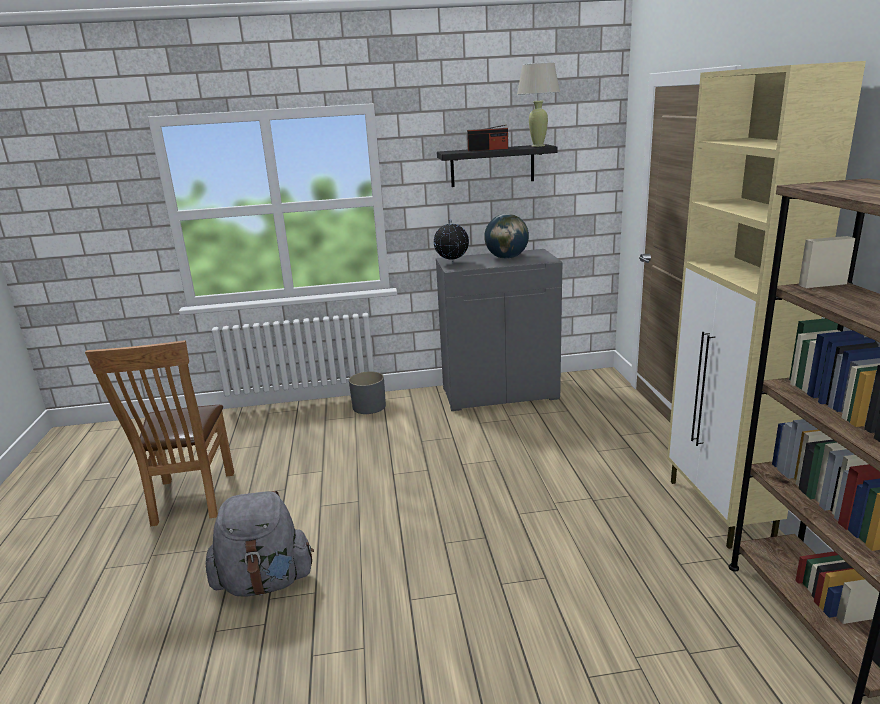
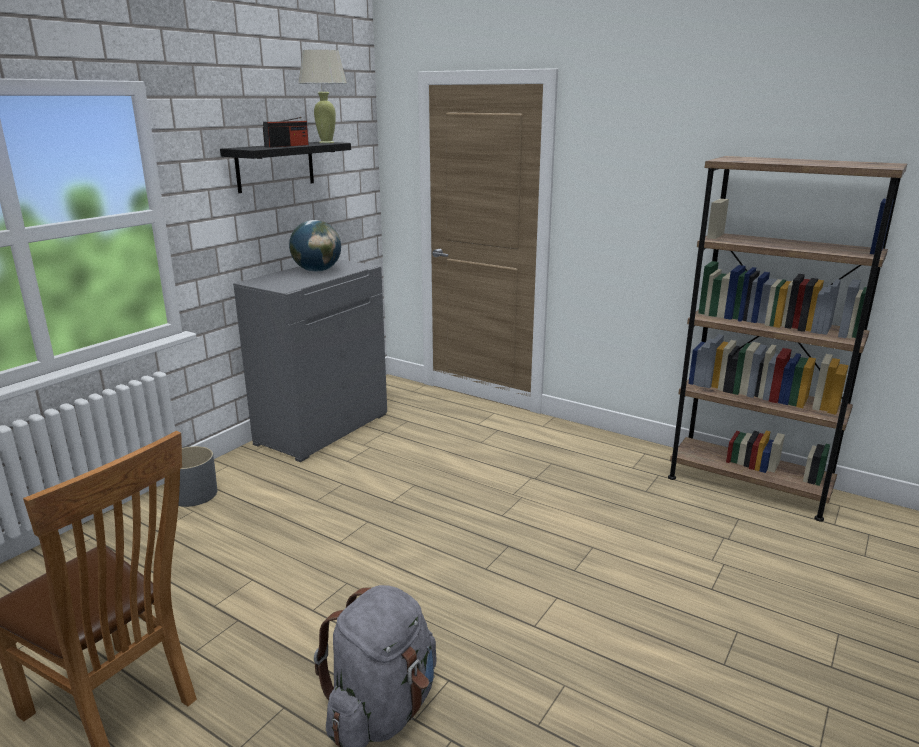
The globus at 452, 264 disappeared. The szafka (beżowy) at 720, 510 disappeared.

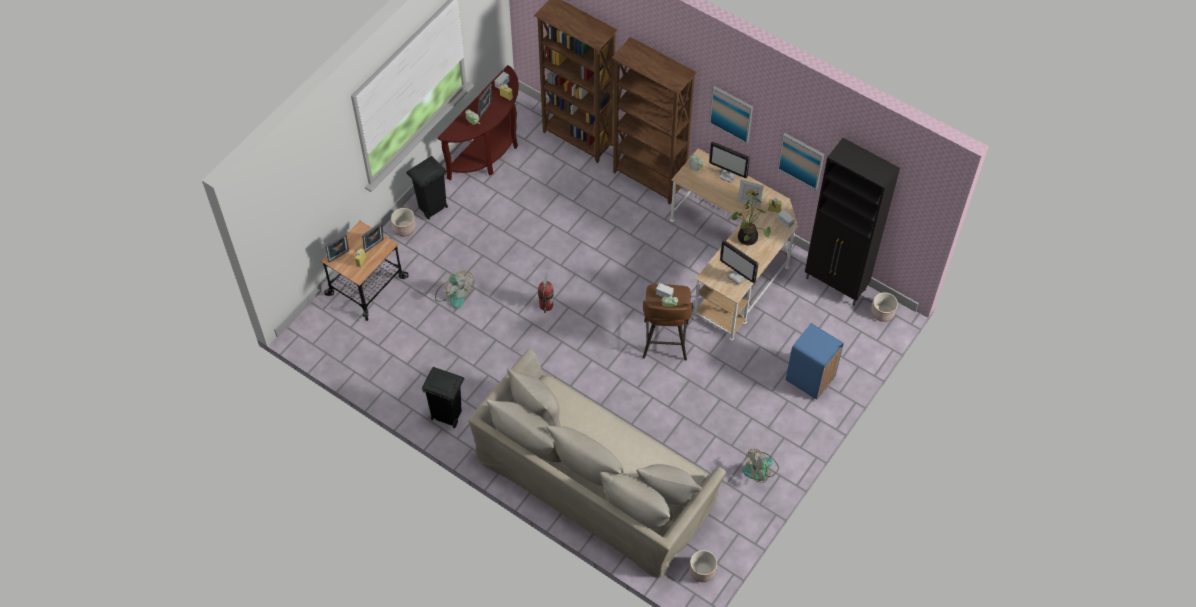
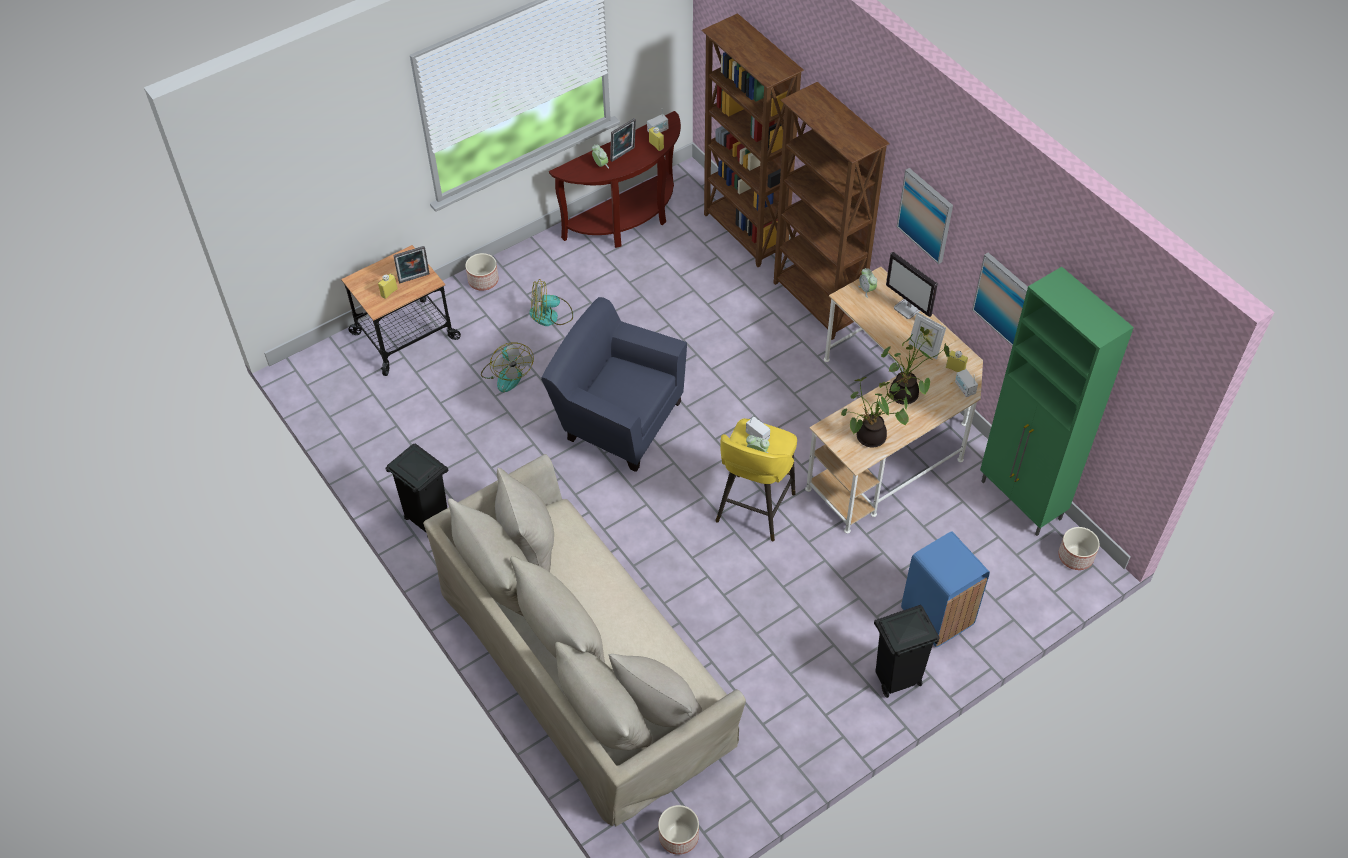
The ramka na zdjęcie at 339, 257 disappeared. The kosz na śmieci (czarny) moved from 432, 208 to 895, 680. The gaśnica at 546, 305 was replaced by the fotel (niebieski) at 617, 419. The stołek (brązowy) at 665, 342 became the stołek (żółty) at 754, 509. The monitor at 738, 275 was replaced by the roślina doniczkowa at 870, 439. The wentylator moved from 760, 470 to 551, 315. The szafka (czarny) at 836, 285 became the szafka (zielony) at 1021, 501.

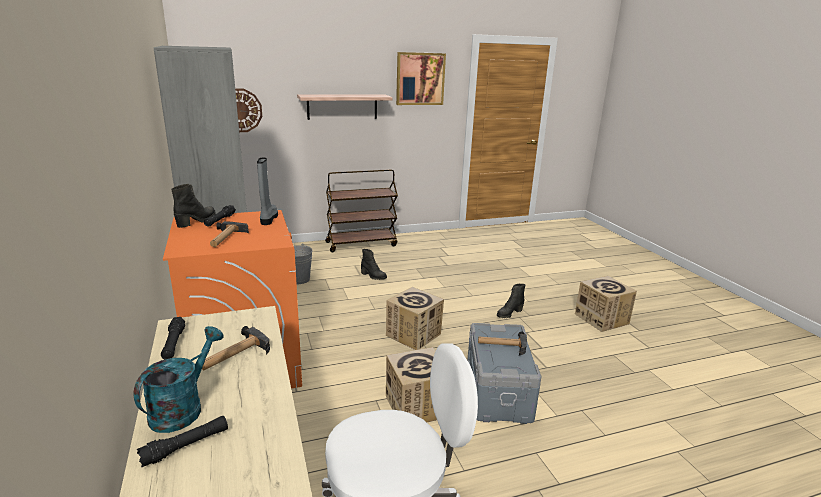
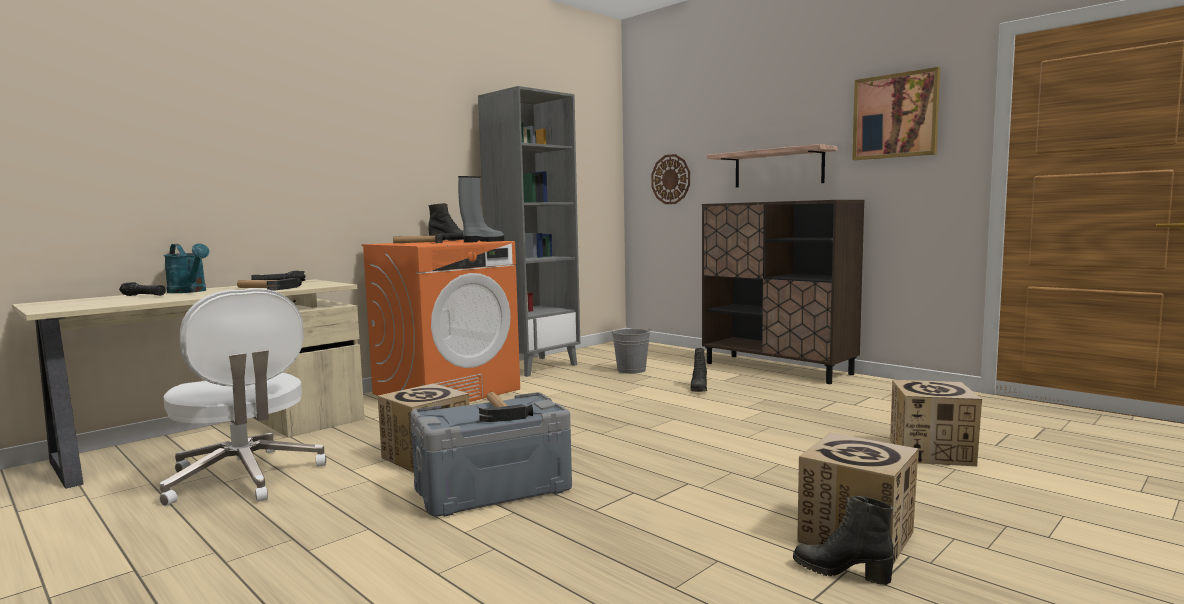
The konewka (turkusowy) at 183, 408 turned 45 degrees clockwise. The wózek (brązowy) at 361, 244 was replaced by the szafka (brązowy) at 777, 368. The karton moved from 413, 335 to 931, 452. The but z cholewką (czarny) moved from 509, 313 to 841, 572.

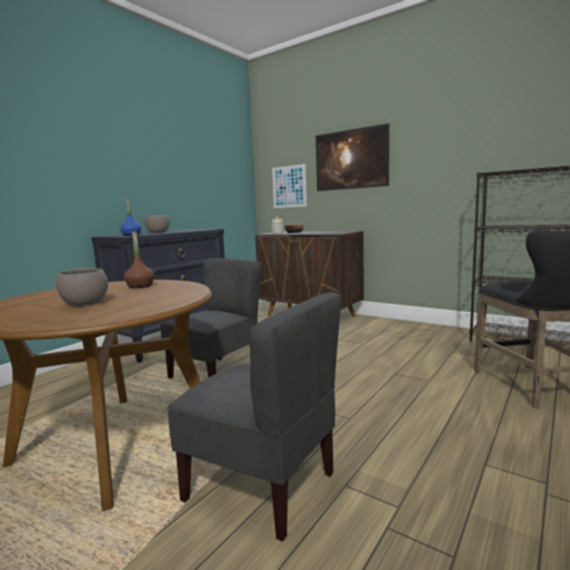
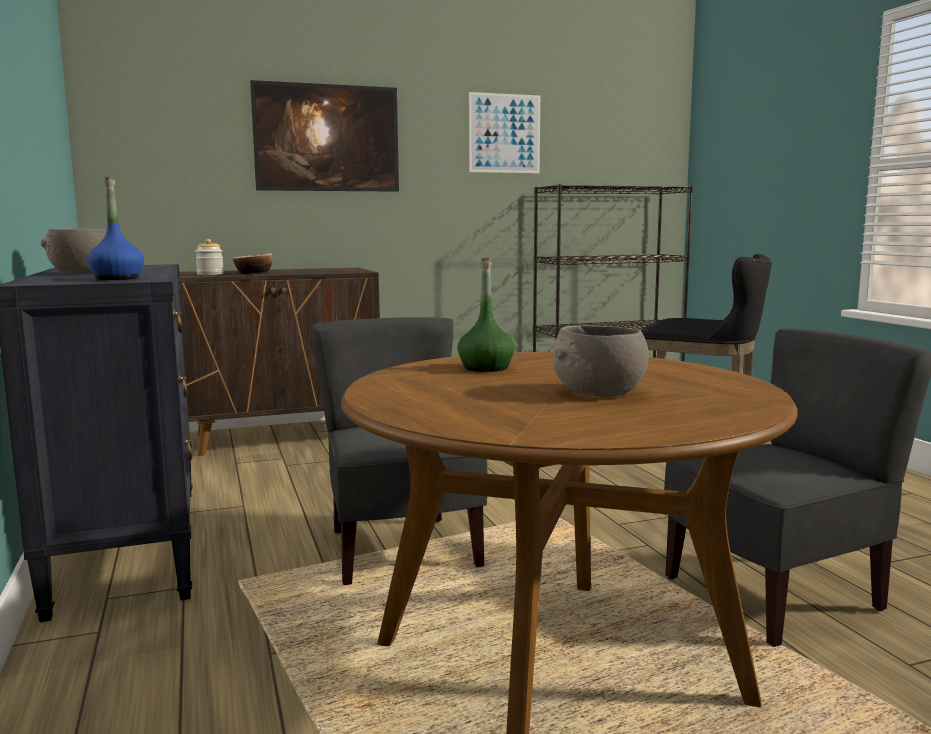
The butelka (brązowy) at 140, 286 became the butelka (zielony) at 485, 368. The obraz moved from 289, 186 to 504, 133.

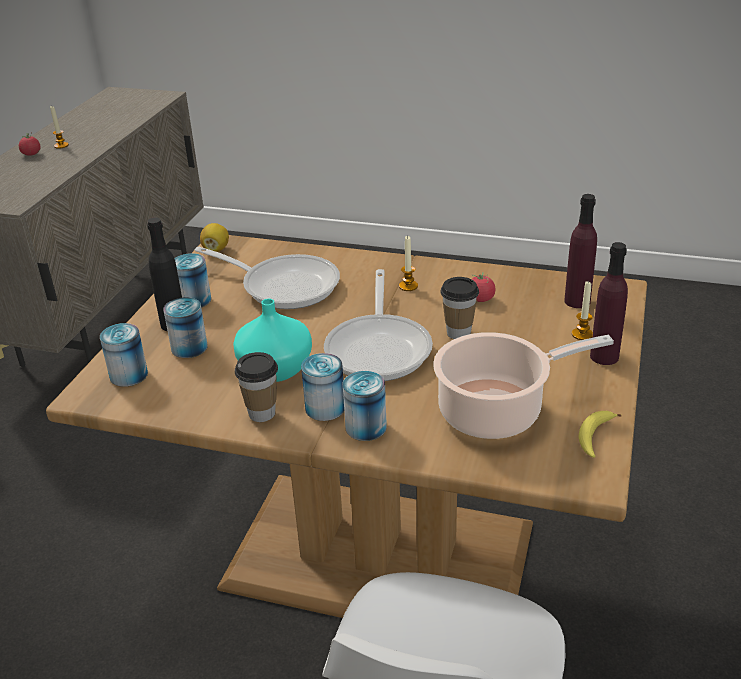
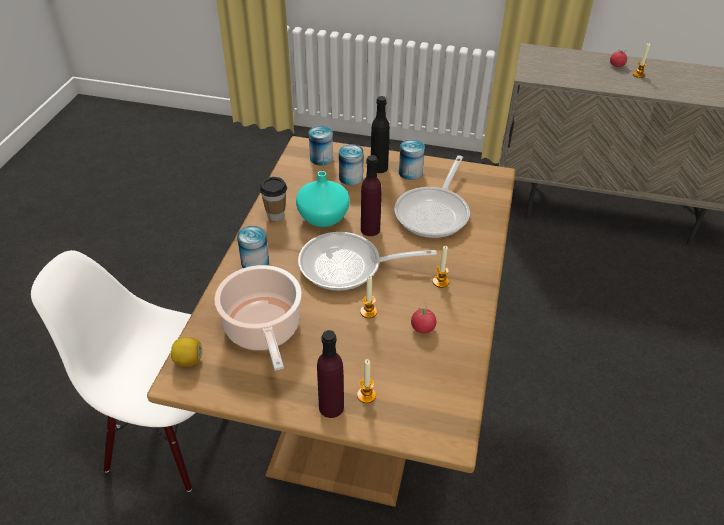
The cytryna moved from 216, 249 to 188, 360. The puszka at 325, 408 disappeared. The filiżanka at 458, 333 was replaced by the świeca at 368, 312. The butelka (fioletowy) moved from 577, 301 to 370, 229. The banan at 595, 437 disappeared.

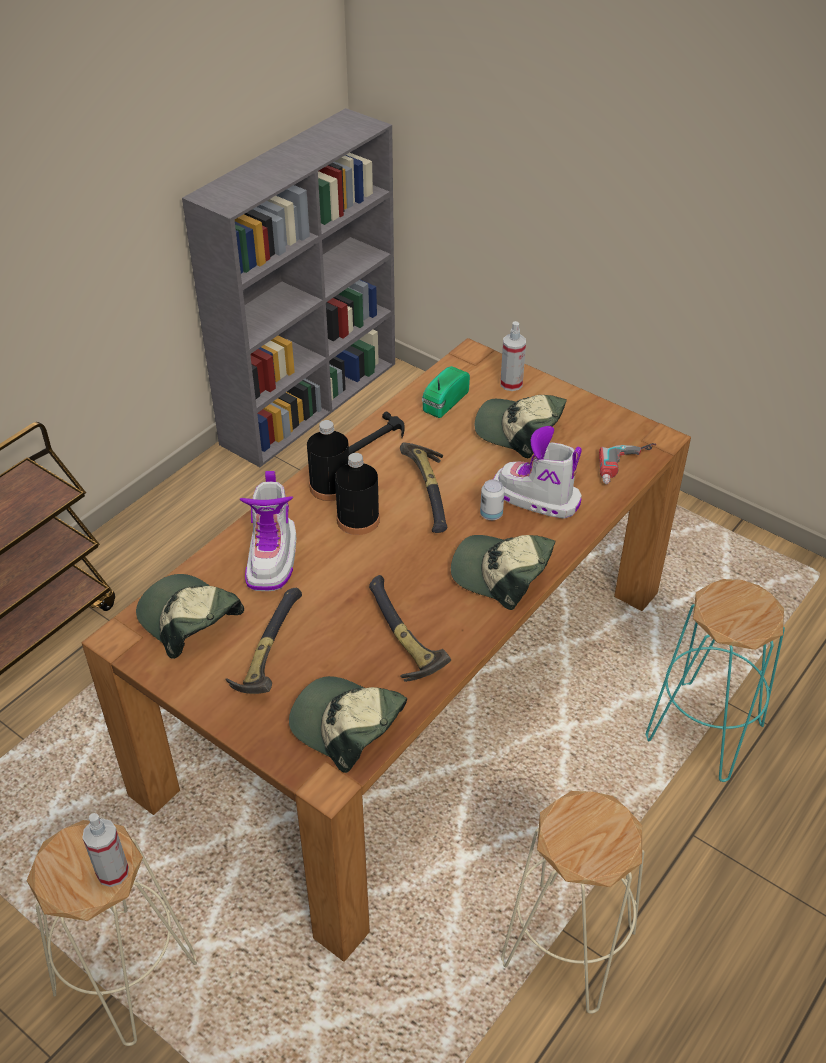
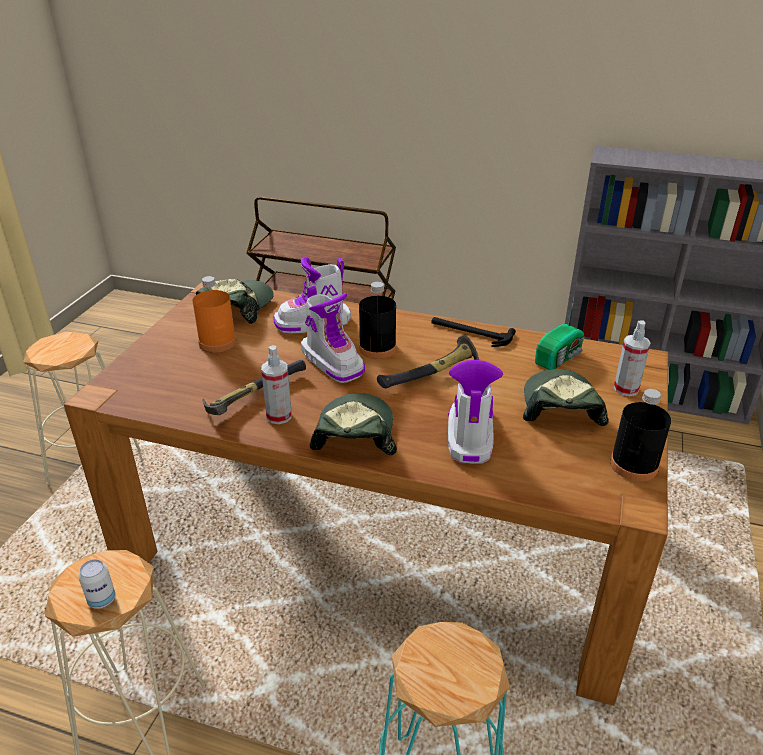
The spryskiwacz moved from 113, 872 to 279, 416. The młotek at 266, 652 was replaced by the butelka (pomarańczowy) at 217, 342. The czapka z daszkiem at 347, 726 disappeared. The butelka (czarny) moved from 330, 486 to 634, 465. The radio at 443, 402 turned 120 degrees clockwise. The puszka moved from 491, 514 to 102, 600. The wiertarka at 628, 468 disappeared. The but z cholewką at 333, 362 appeared.

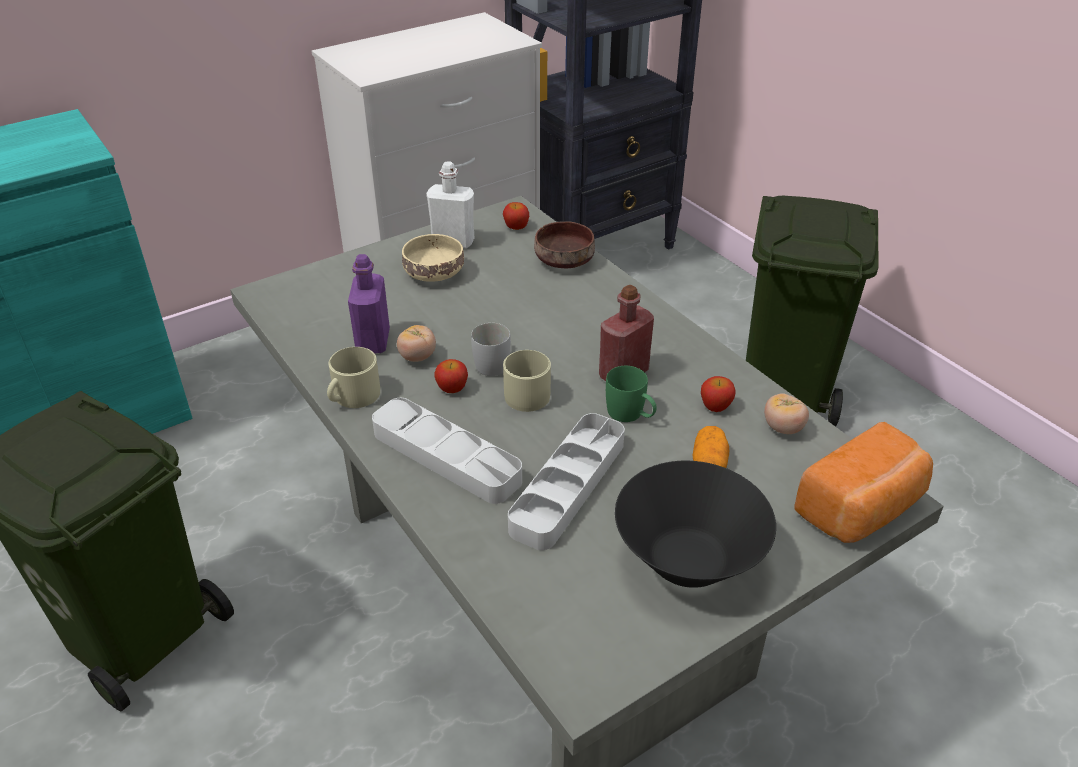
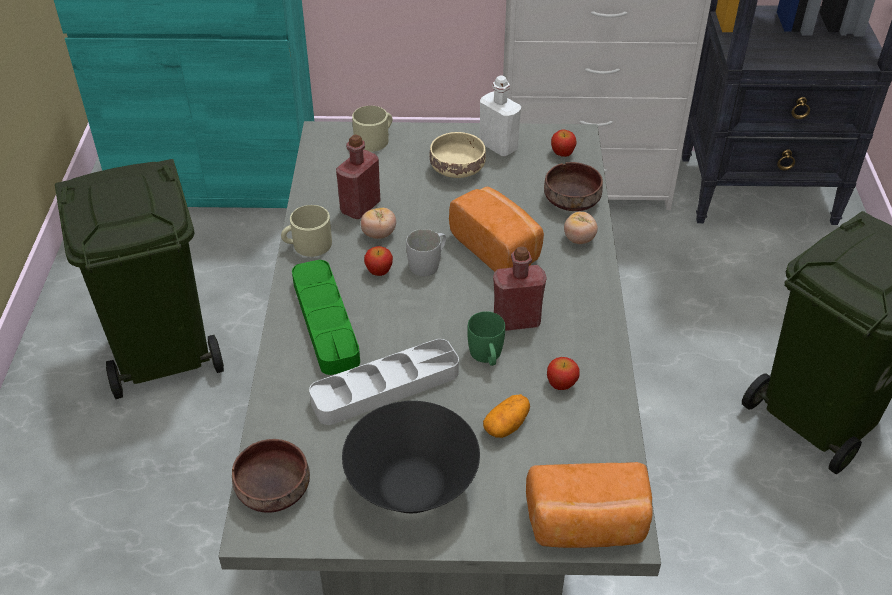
The butelka (fioletowy) at 373, 341 became the butelka (czerwony) at 360, 207. The taca (szary) at 446, 456 became the taca (zielony) at 325, 321. The kubek (beżowy) moved from 528, 392 to 375, 139. The pomidor moved from 783, 428 to 579, 239. The miska (brązowy) at 275, 489 appeared. The chleb at 498, 247 appeared.

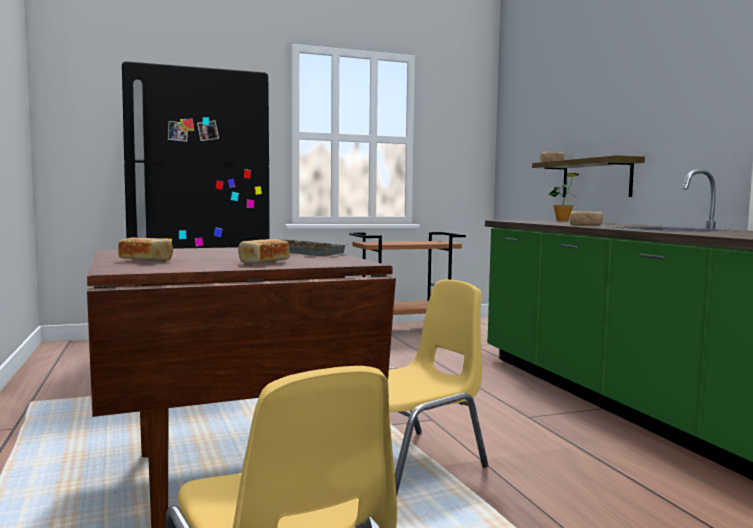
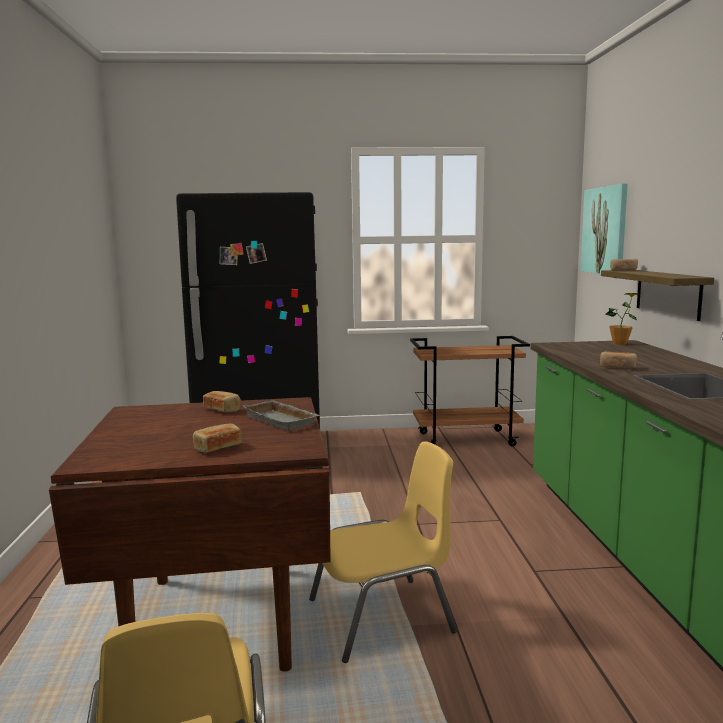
The chleb moved from 146, 261 to 223, 410. The obraz at 604, 230 appeared.

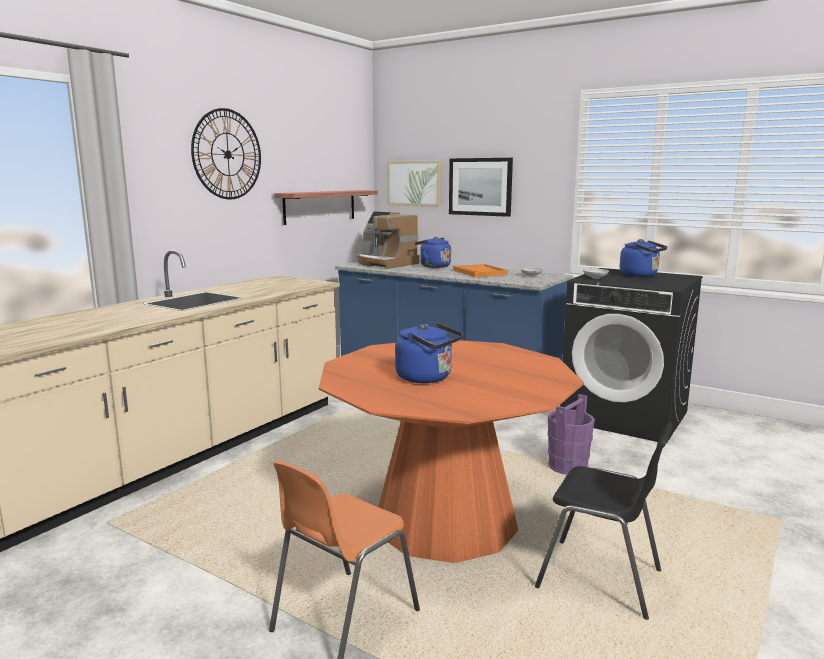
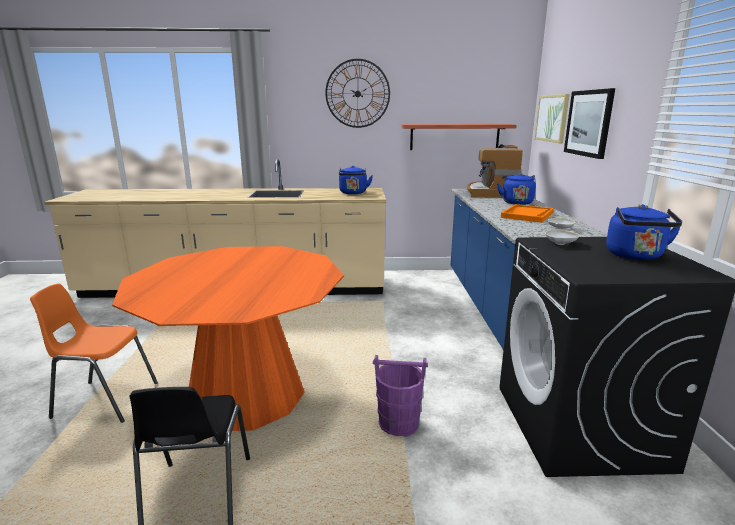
The czajnik (niebieski) moved from 427, 378 to 353, 193.

